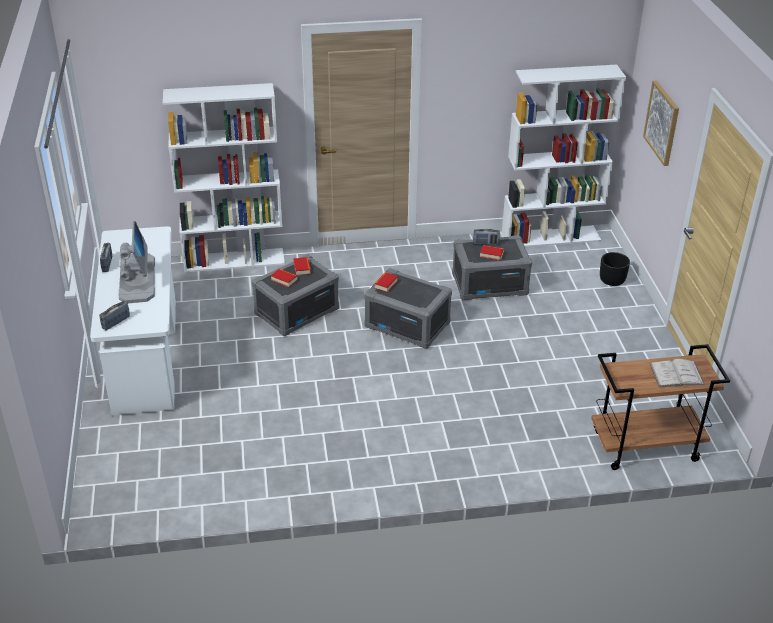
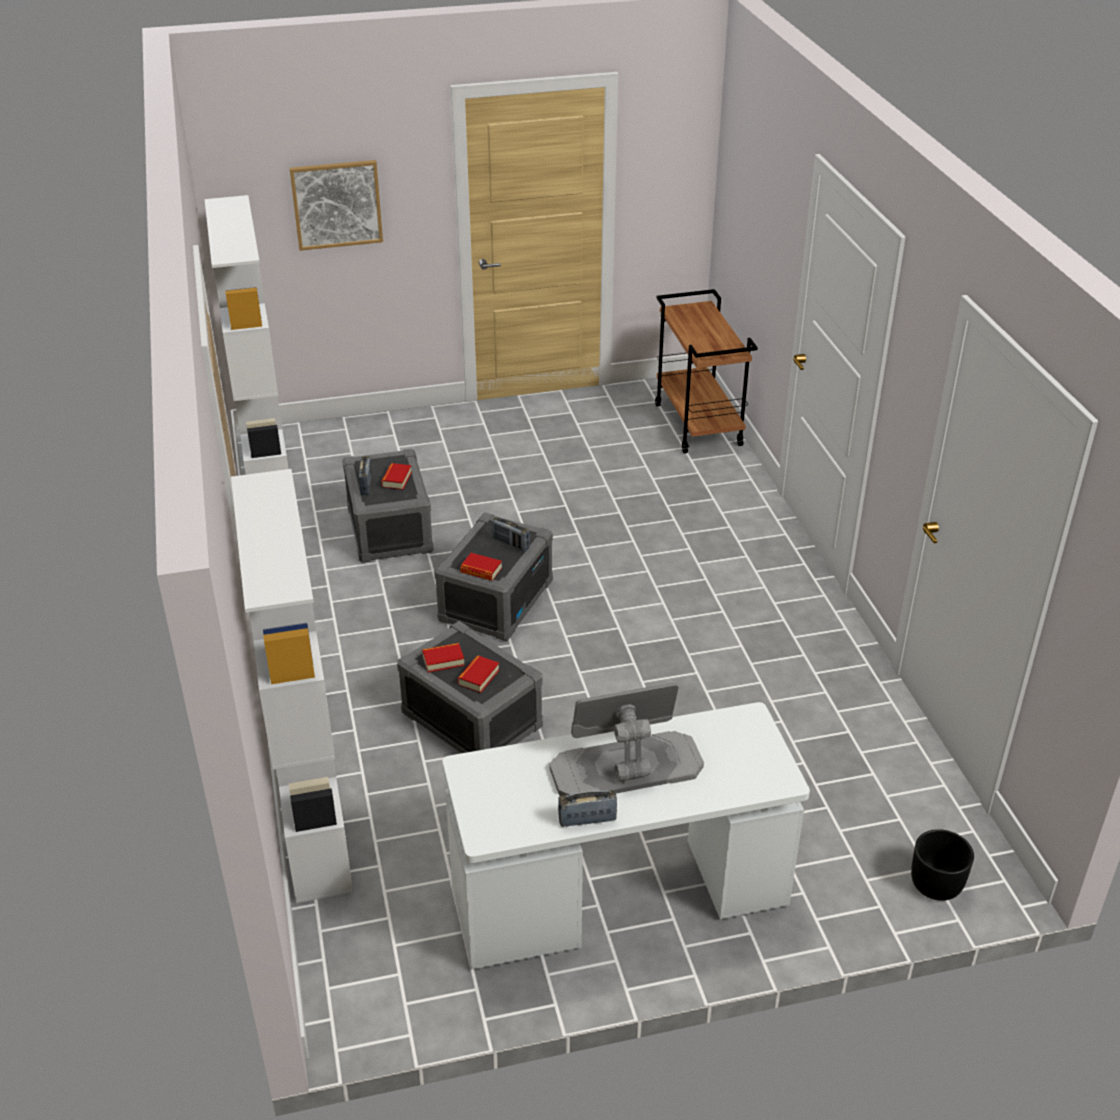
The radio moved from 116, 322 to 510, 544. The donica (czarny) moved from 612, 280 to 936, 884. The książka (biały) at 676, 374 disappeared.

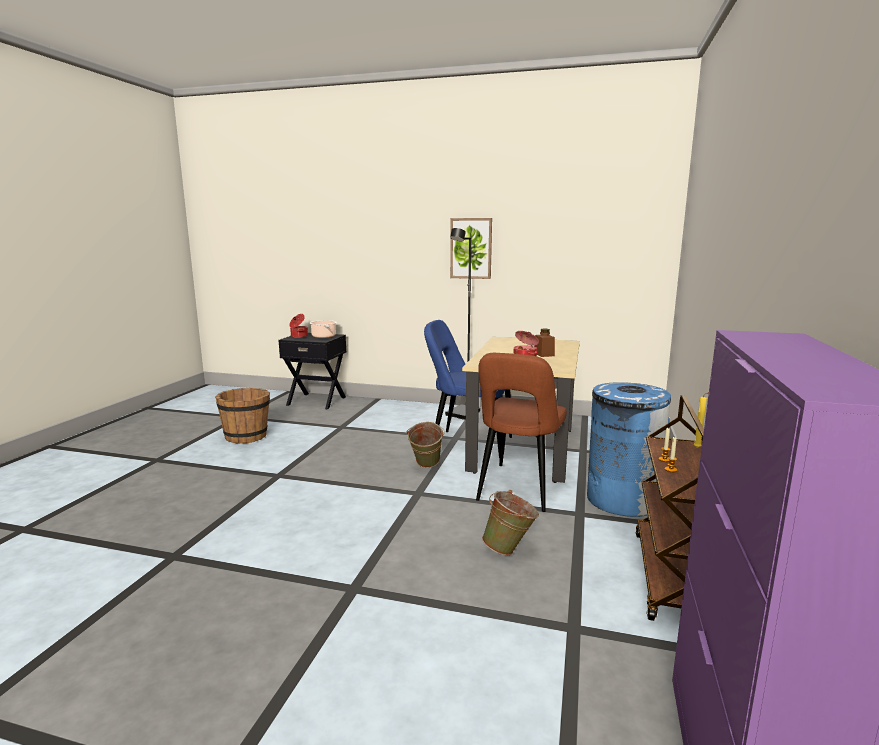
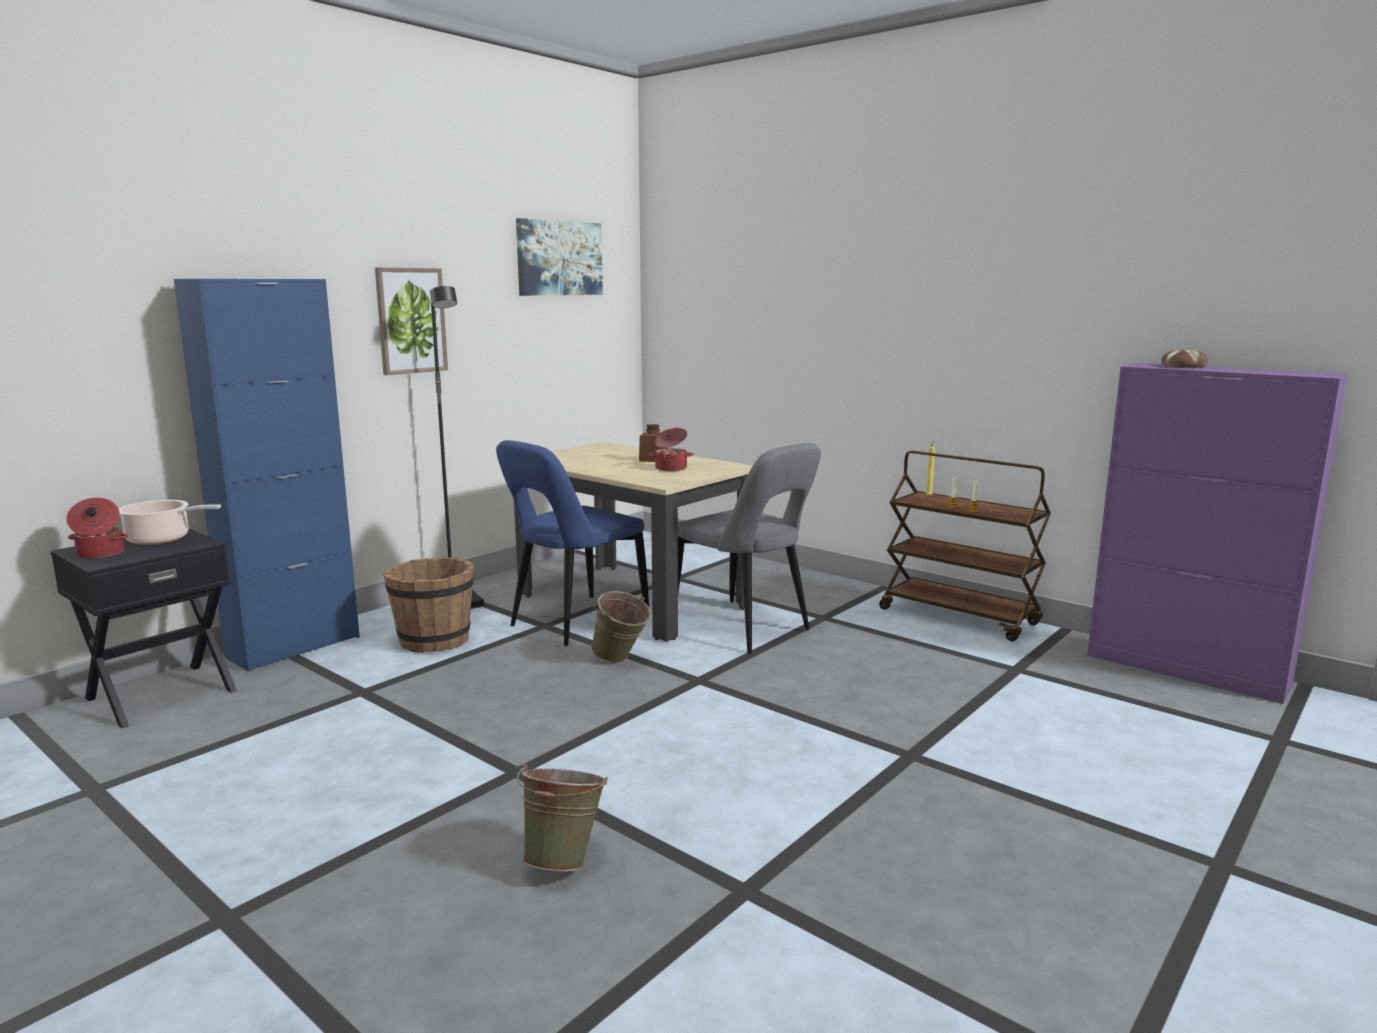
The wiadro (brązowy) moved from 246, 436 to 434, 641. The krzesło (brązowy) at 519, 490 became the krzesło (szary) at 744, 628. The wiadro (zielony) moved from 510, 549 to 564, 859. The kosz na śmieci (niebieski) at 622, 500 disappeared. The szafka (niebieski) at 294, 647 appeared. The obraz at 559, 258 appeared. The chleb at 1183, 366 appeared.

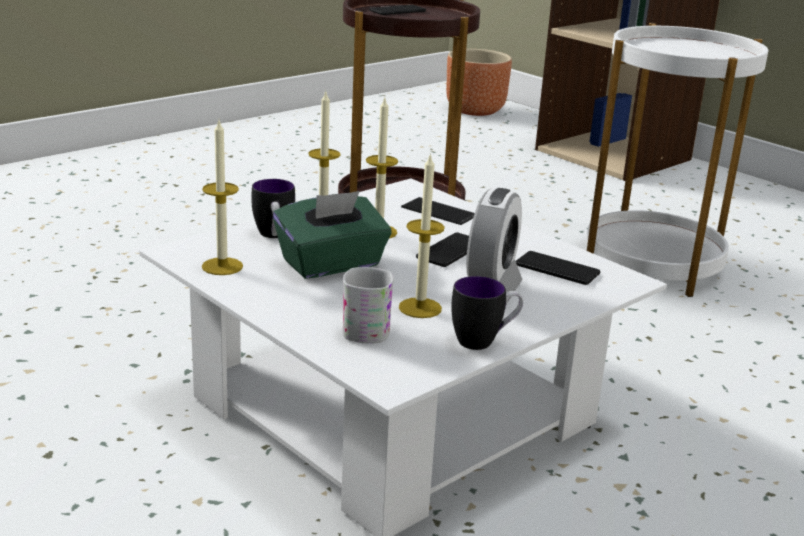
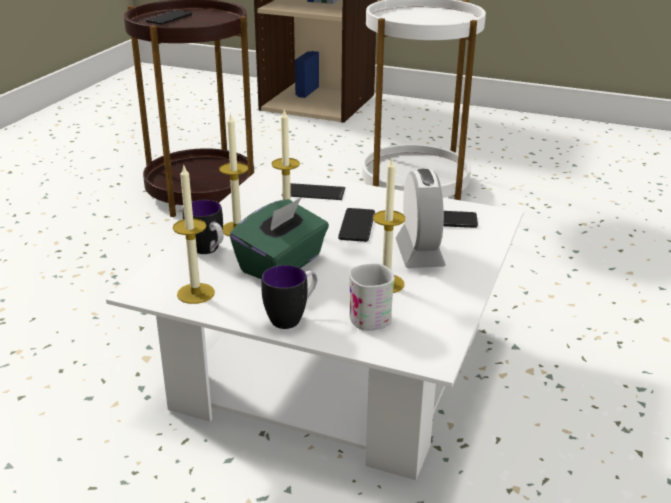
The donica (brązowy) at 475, 110 disappeared. The kubek moved from 484, 341 to 292, 318.

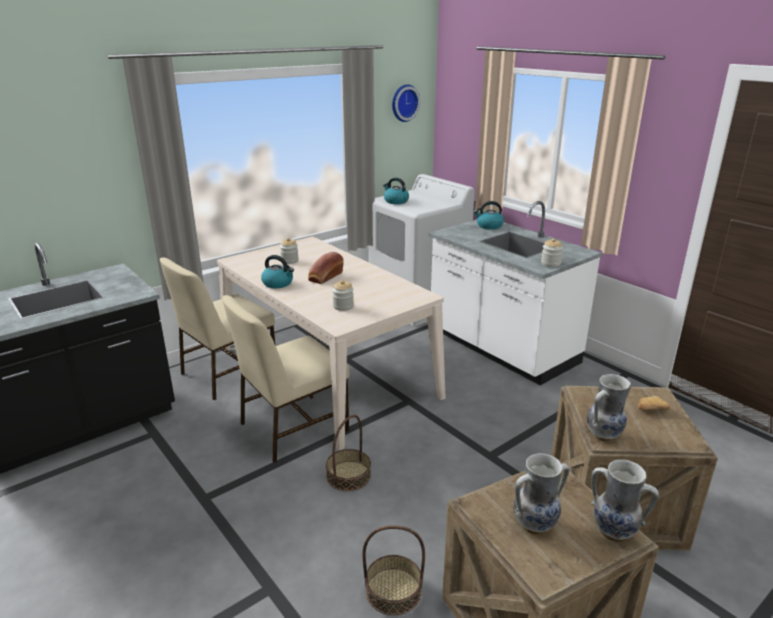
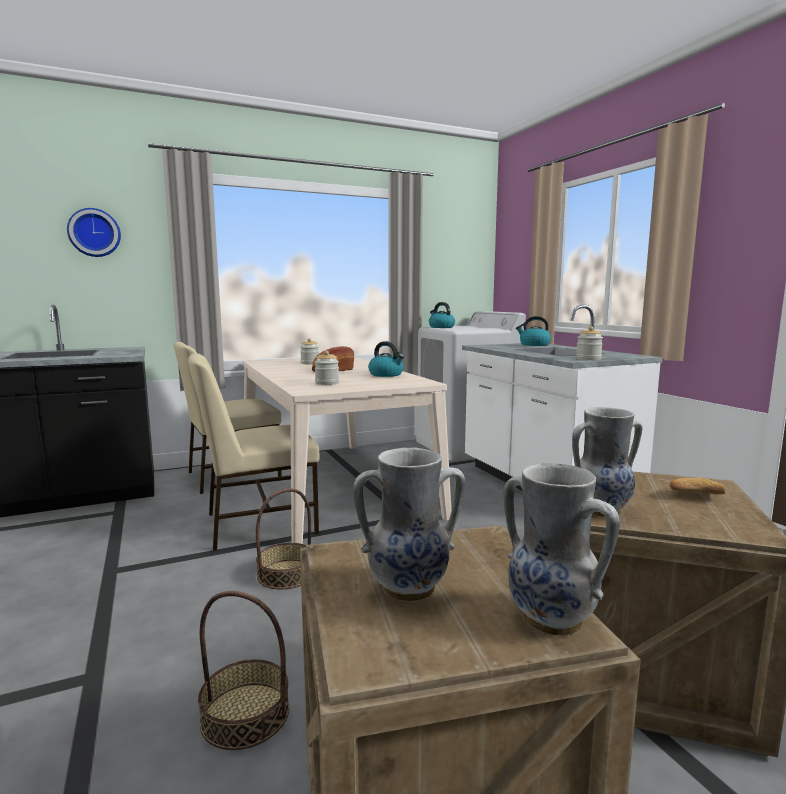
The czajnik moved from 278, 283 to 386, 374. The zegar ścienny moved from 403, 103 to 94, 233.

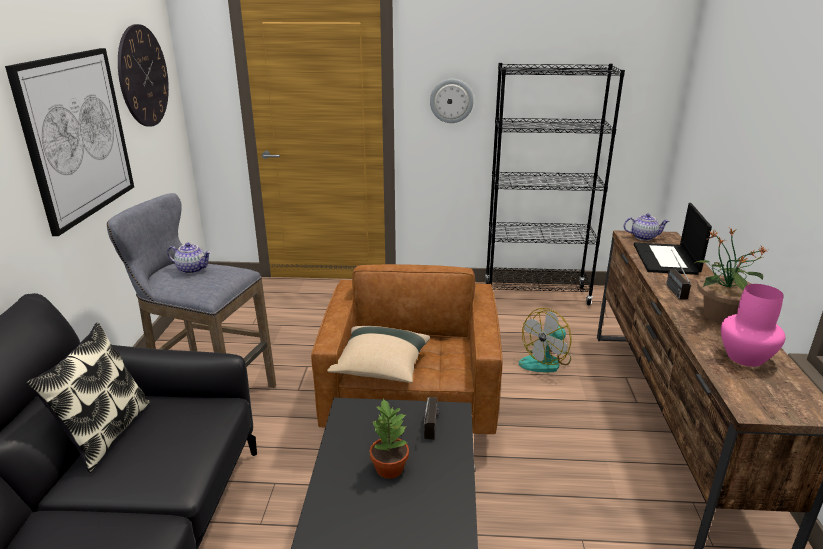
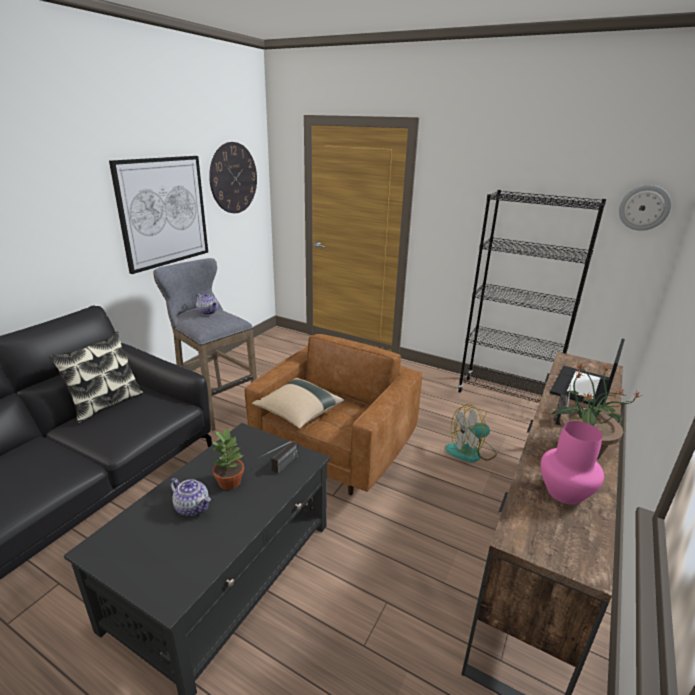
The zegar ścienny moved from 451, 101 to 644, 208. The imbryk moved from 644, 237 to 193, 507.

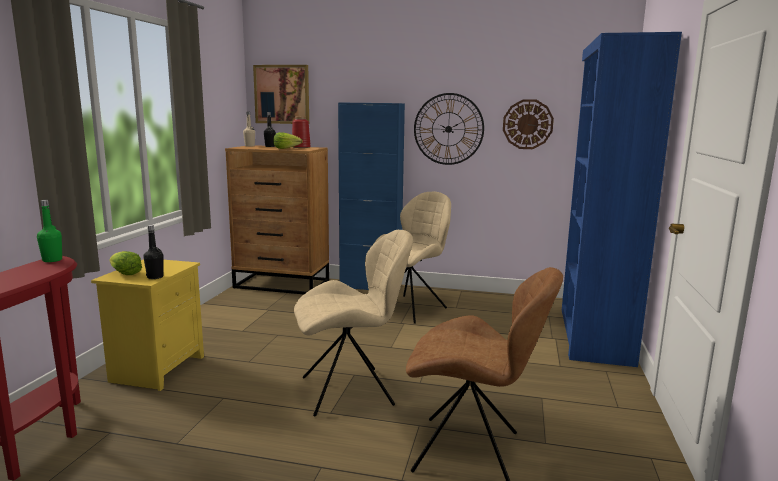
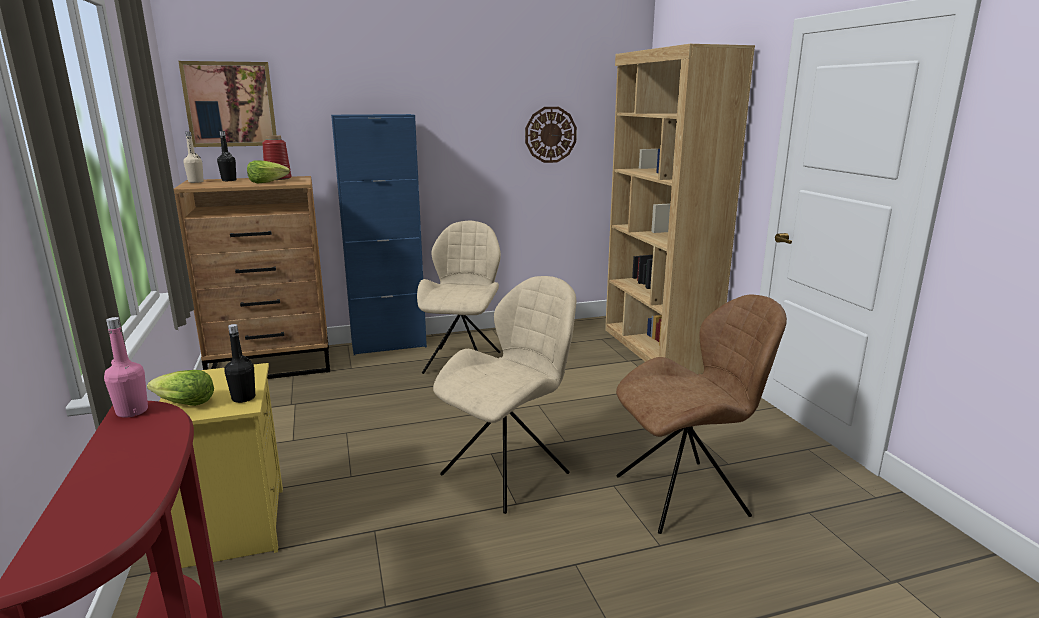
The butelka (zielony) at 52, 260 became the butelka (różowy) at 132, 411. The zegar ścienny at 448, 129 disappeared. The regał (niebieski) at 593, 335 became the regał (brązowy) at 656, 349.

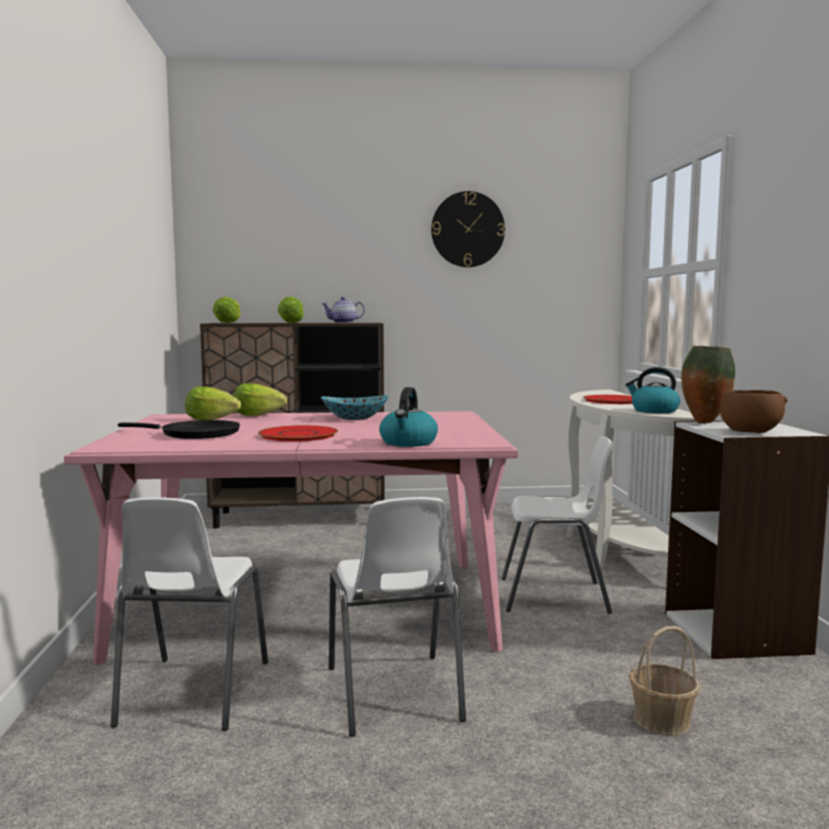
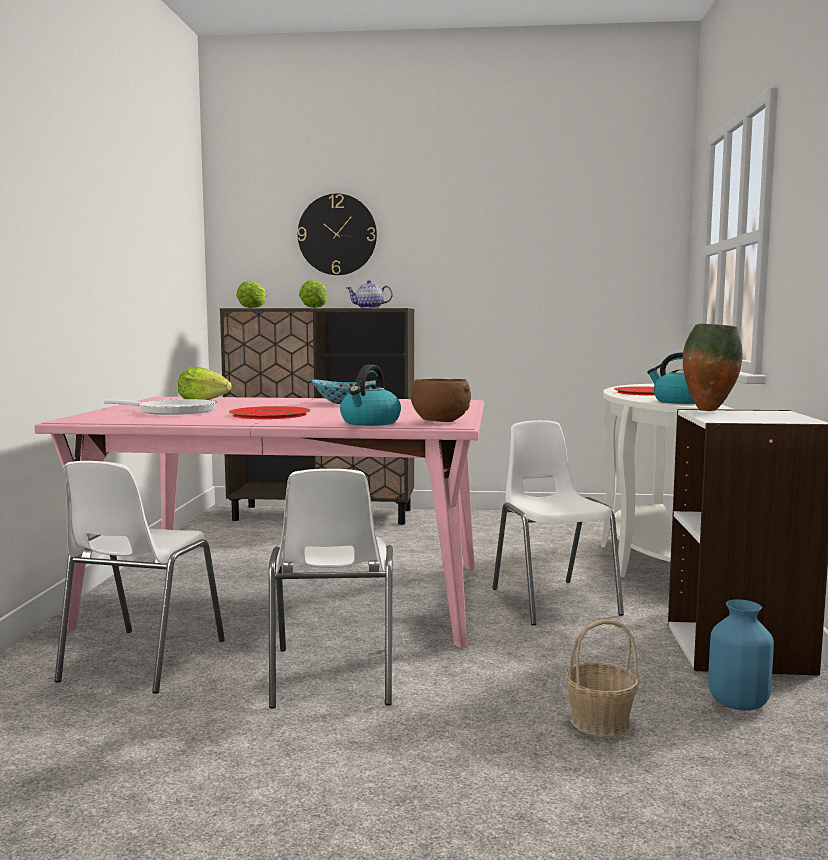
The patelnia (czarny) at 195, 434 became the patelnia (biały) at 172, 412. The sałata at 257, 415 disappeared. The zegar ścienny moved from 467, 229 to 337, 234. The krzesło (biały) at 555, 596 turned 120 degrees counterclockwise. The miska (brązowy) moved from 748, 432 to 439, 421. The wazon (niebieski) at 738, 703 appeared.

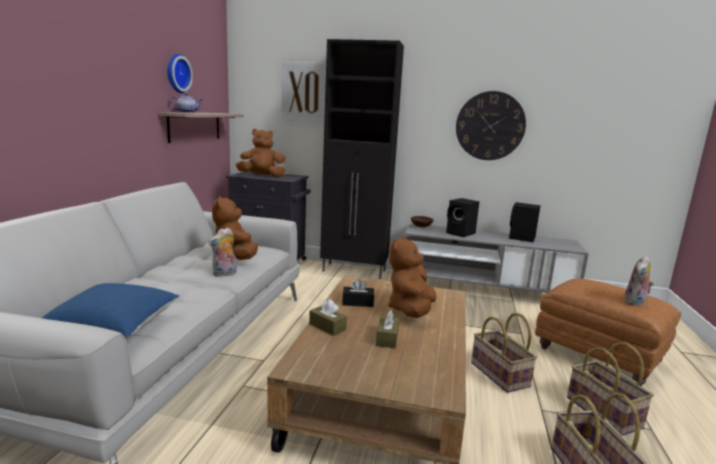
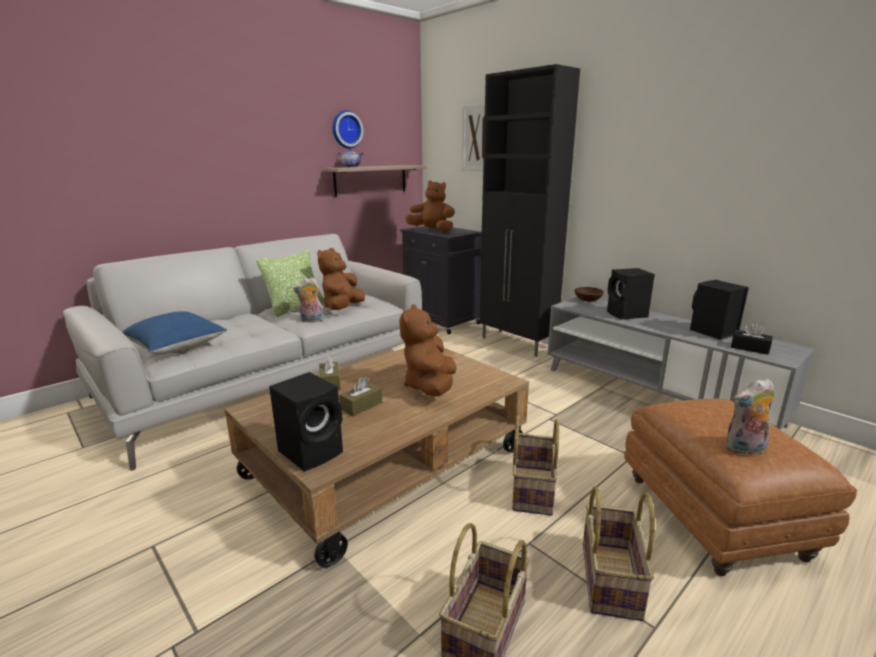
The pudełko chusteczek (czarny) moved from 357, 302 to 750, 348. The pluszak (brązowy) at 411, 310 turned 45 degrees counterclockwise. The zegar ścienny at 490, 126 disappeared. The poduszka at 295, 309 appeared. The głośnik (czarny) at 313, 451 appeared.

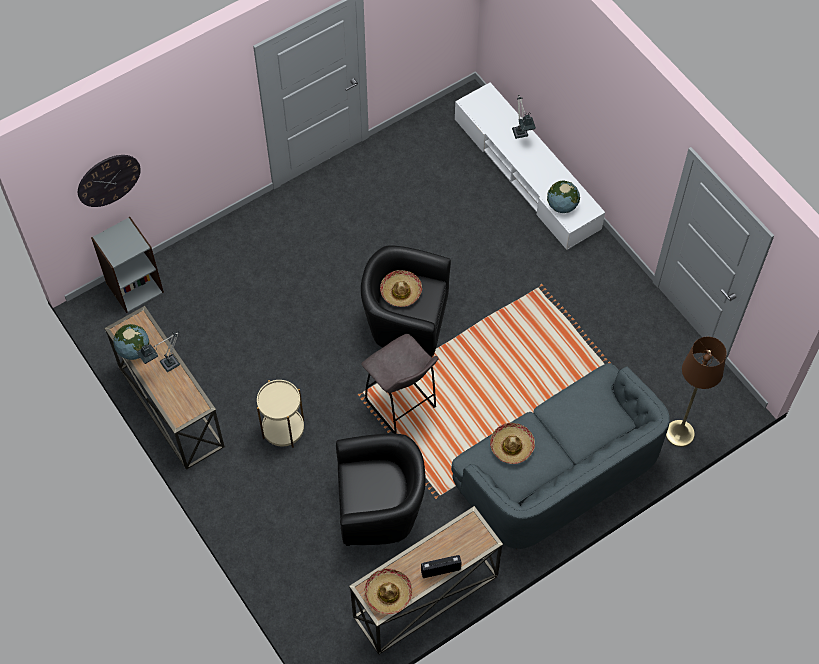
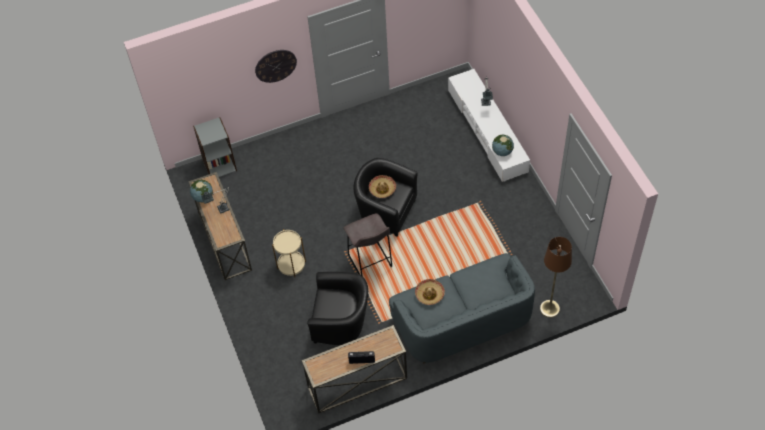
The zegar ścienny moved from 108, 180 to 275, 65. The kapelusz at 388, 594 disappeared.

